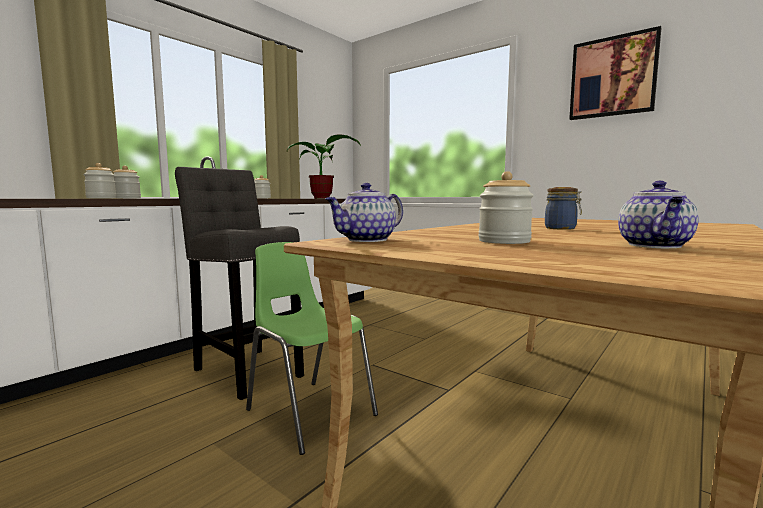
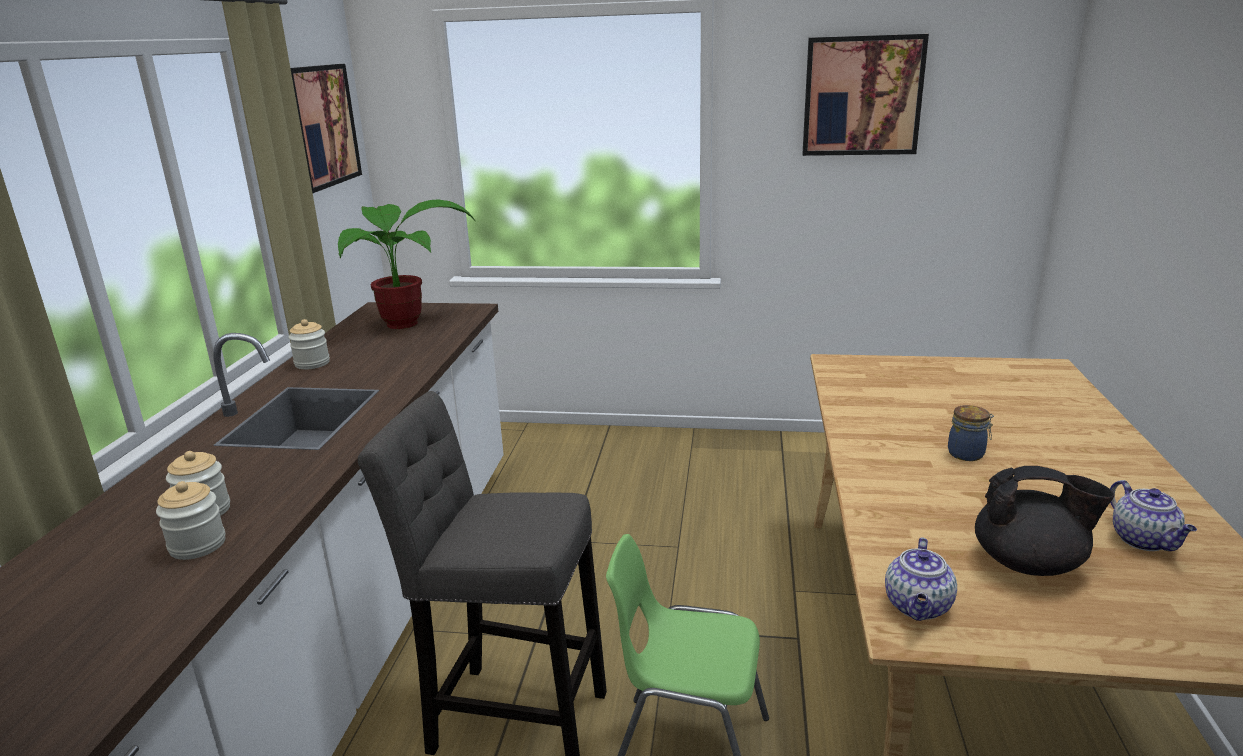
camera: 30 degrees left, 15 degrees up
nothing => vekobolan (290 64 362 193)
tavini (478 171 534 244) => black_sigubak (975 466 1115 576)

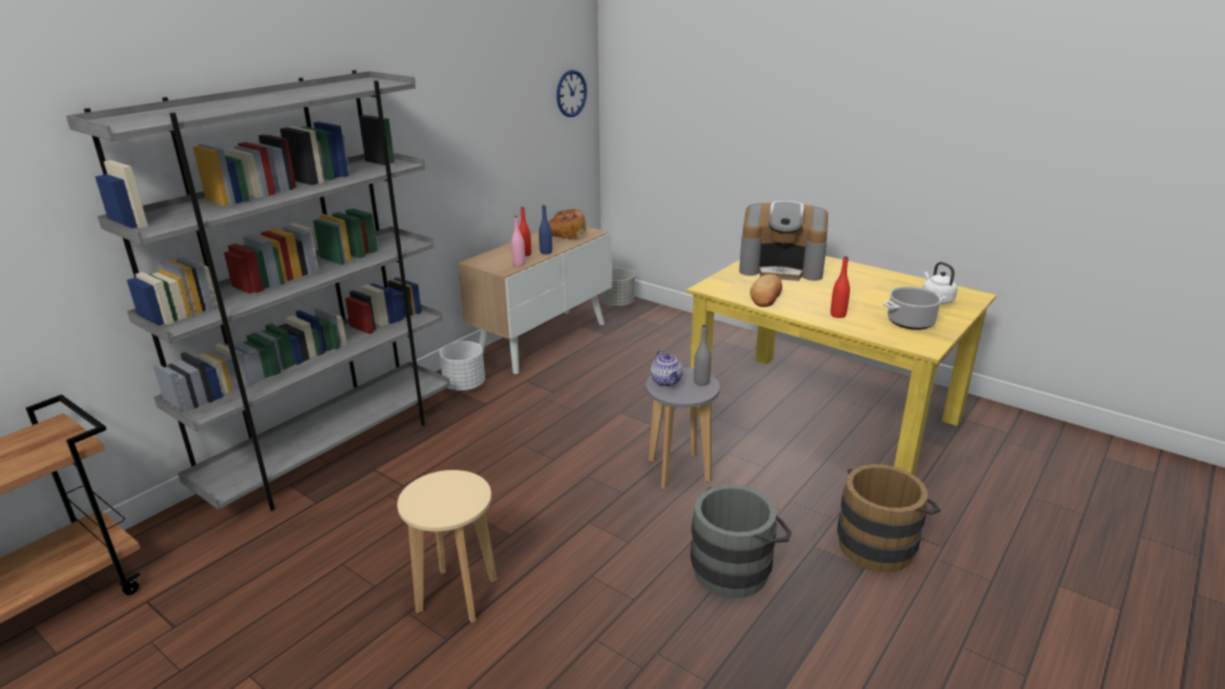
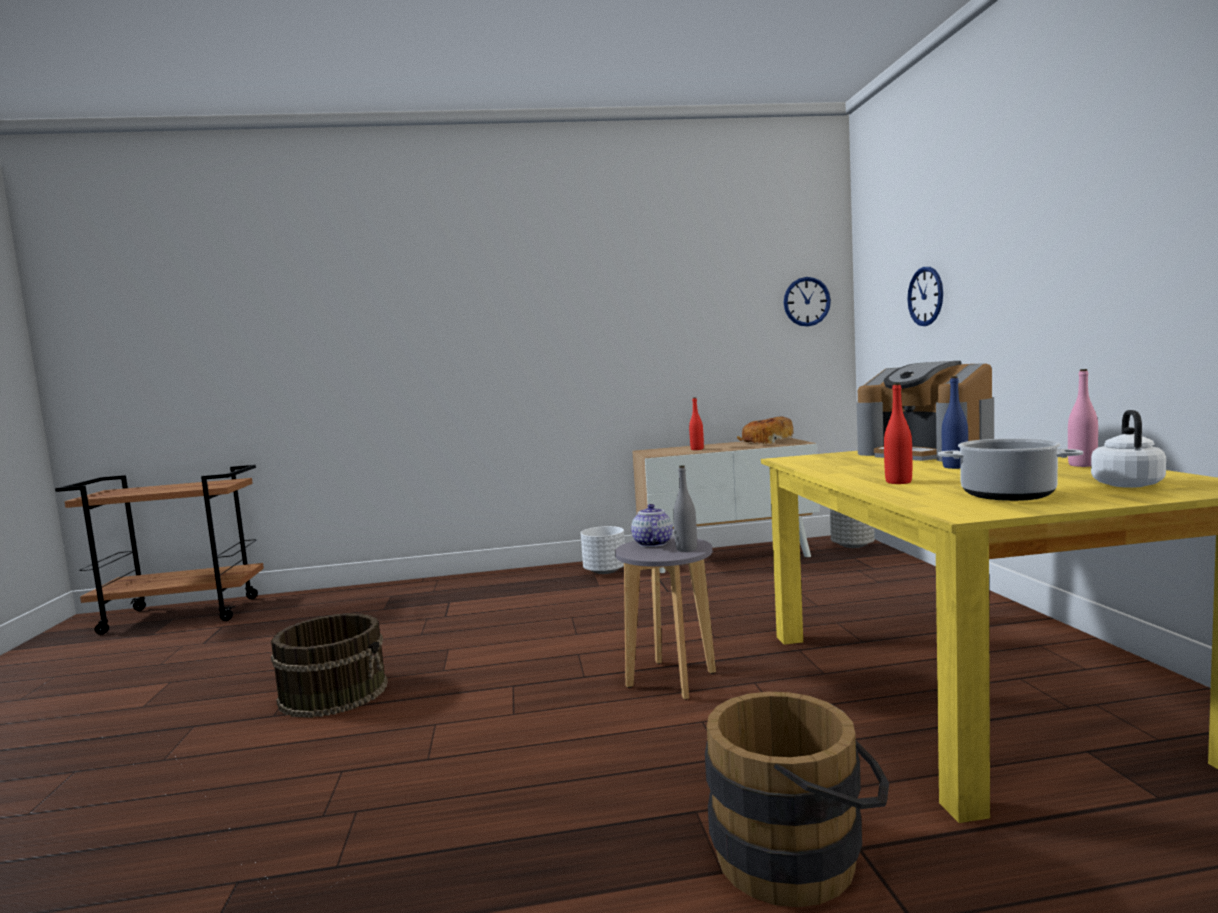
camera: 45 degrees right, 20 degrees down
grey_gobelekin (66 70 450 511) => nothing
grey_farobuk (690 485 792 598) => nothing
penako (750 274 782 307) => nothing
nothing => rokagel (907 267 943 326)
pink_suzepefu (511 216 525 267) => pink_suzepefu (1068 369 1098 467), move
blue_suzepefu (539 205 552 254) => blue_suzepefu (942 376 968 469), move
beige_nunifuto (397 470 497 623) => brown_farobuk (271 614 388 718)
sigubak (651 350 683 387) => sigubak (631 504 673 547), 150 degrees clockwise

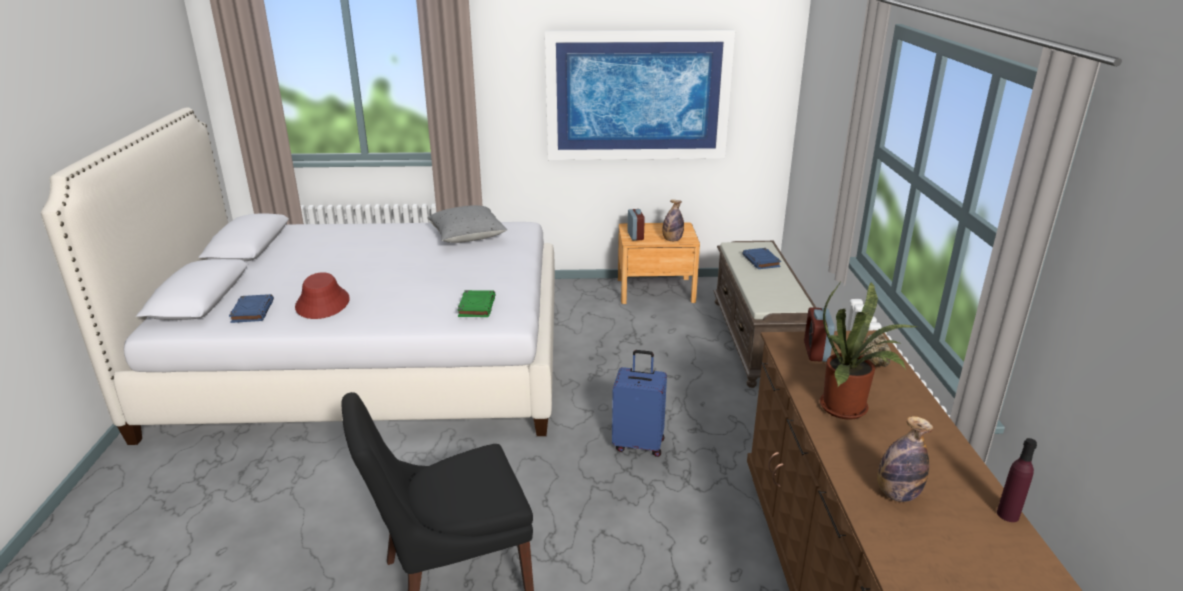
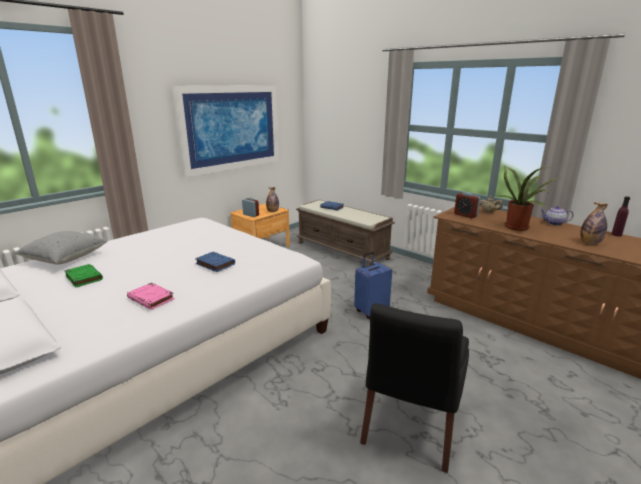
camera: 45 degrees left, 5 degrees down
nothing => sigubak (541 206 574 225)
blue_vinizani (229 294 274 323) => blue_vinizani (195 252 235 272), move
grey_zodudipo (427 205 508 243) => grey_zodudipo (15 231 108 265), move
green_vinizani (457 290 495 317) => green_vinizani (65 264 103 288), move
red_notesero (295 272 350 319) => pink_vinizani (127 283 175 310)

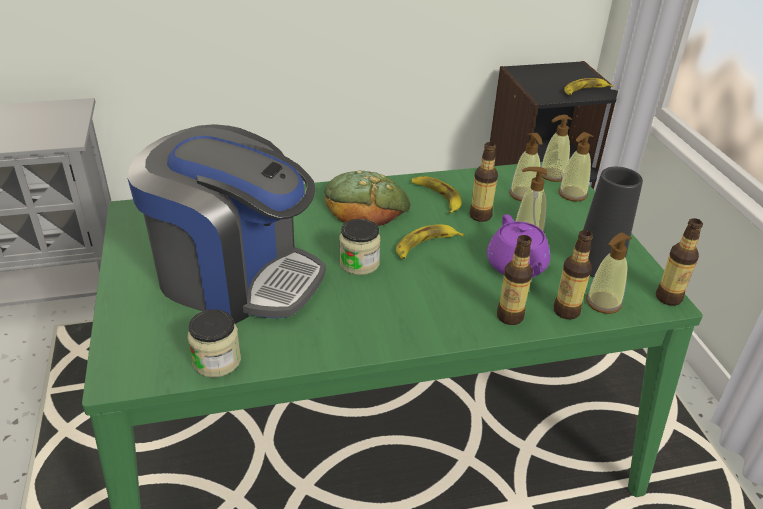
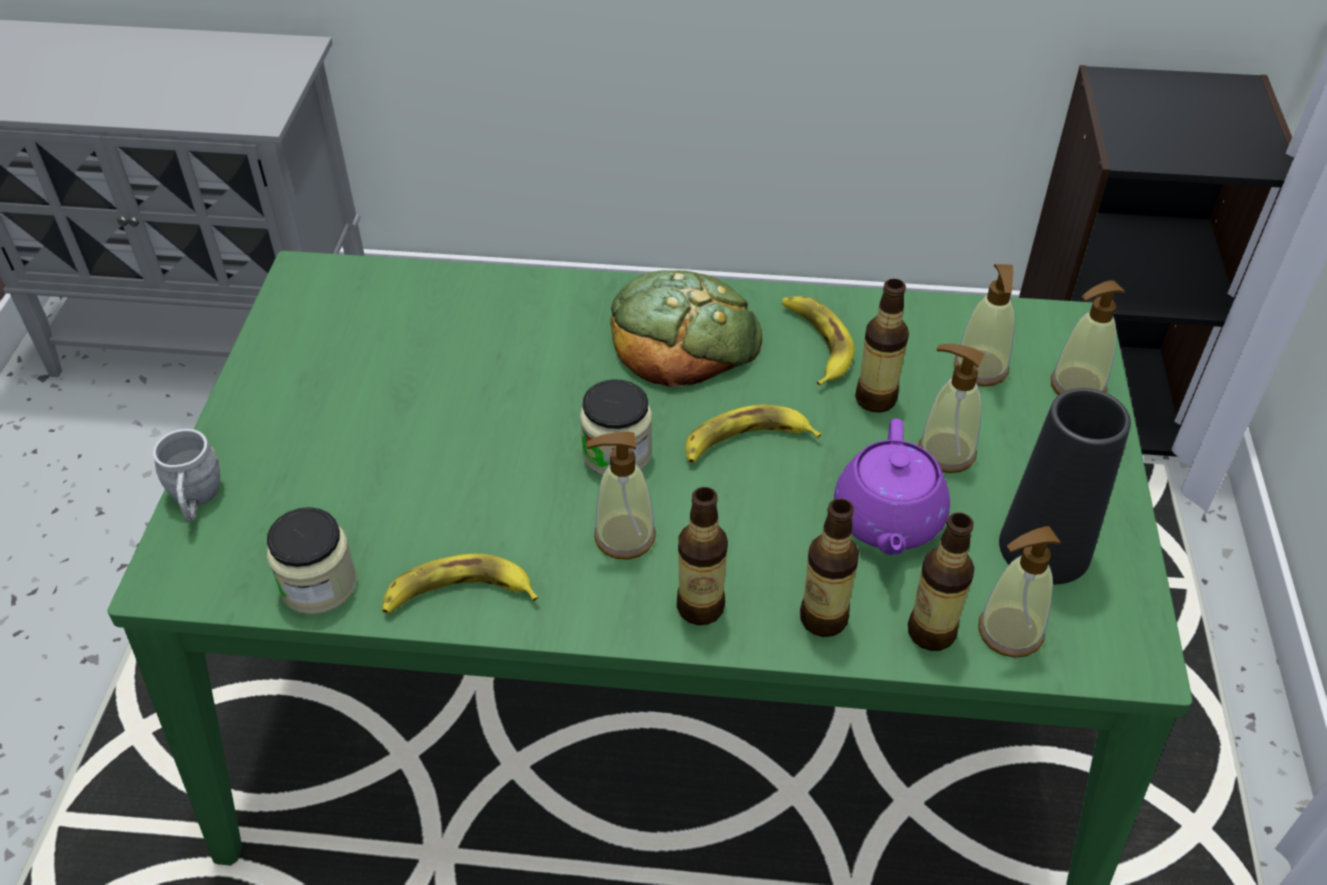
camera: 20 degrees right, 10 degrees up
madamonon (127 124 326 324) => nothing
nothing => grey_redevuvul (153 429 220 522)
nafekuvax (541 115 572 182) => nafekuvax (586 431 656 560), move
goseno (564 78 614 95) => goseno (382 554 539 614), move
suzepefu (656 218 703 306) => suzepefu (677 487 728 625), move

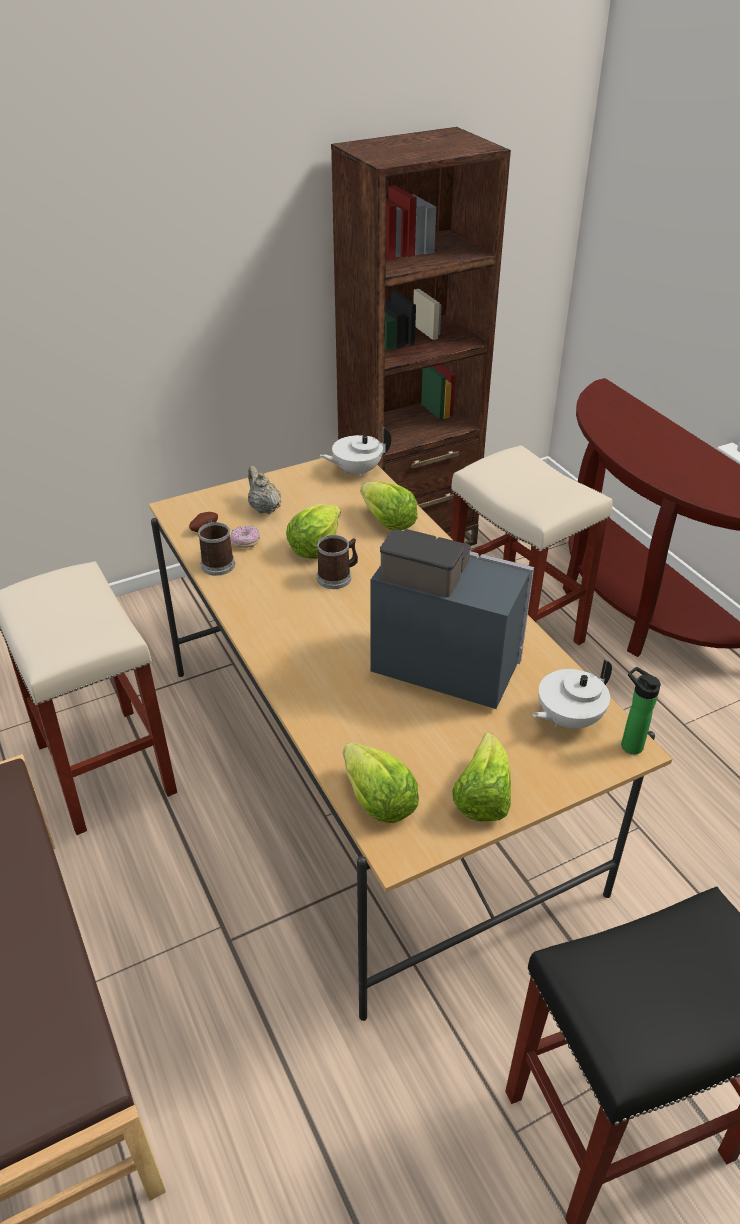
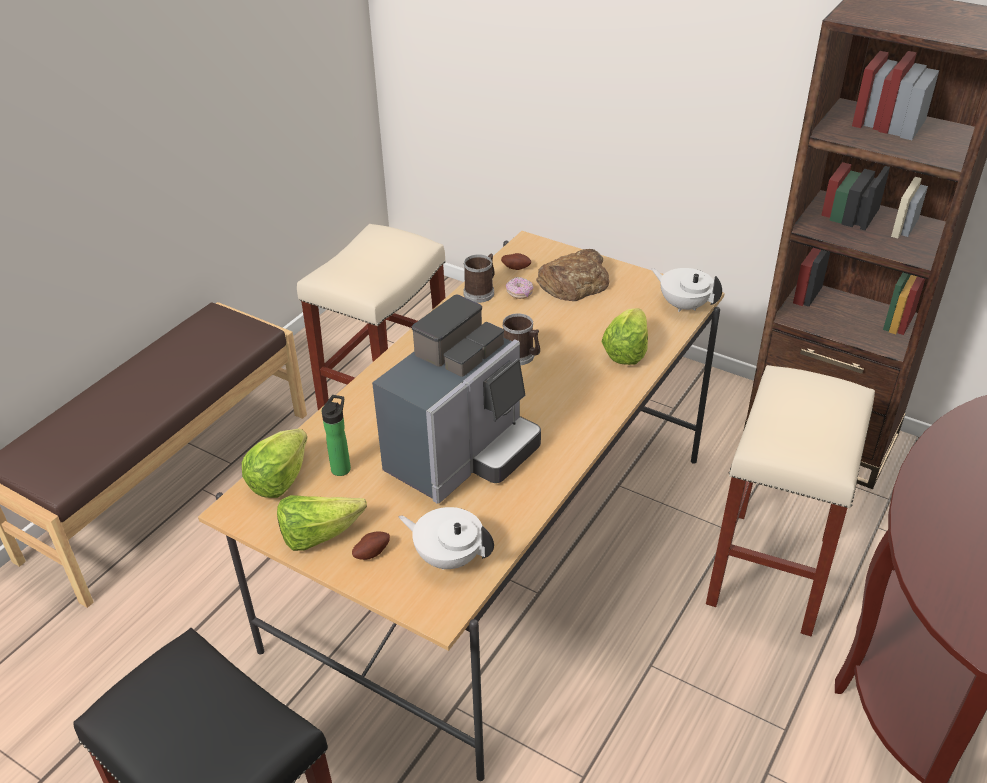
camera: 60 degrees right, 0 degrees up
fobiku (286 504 341 559) => nothing
nothing => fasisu (352 531 390 560)
suzepefu (621 667 661 754) => suzepefu (322 395 351 476), move
beige_sigubak (248 466 281 514) => penako (536 249 609 301)
madamonon (371 529 534 709) => madamonon (372 294 541 504), 45 degrees clockwise

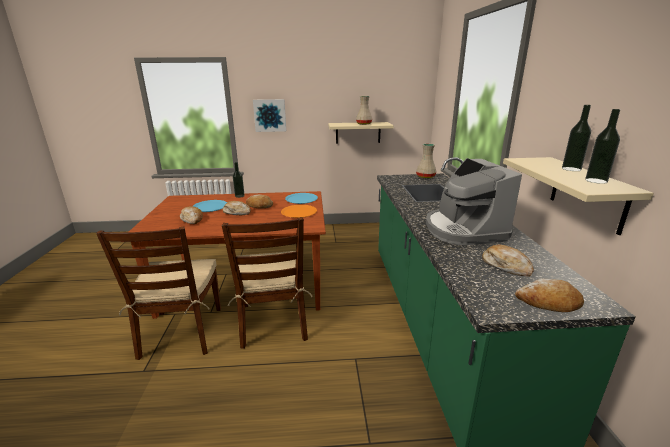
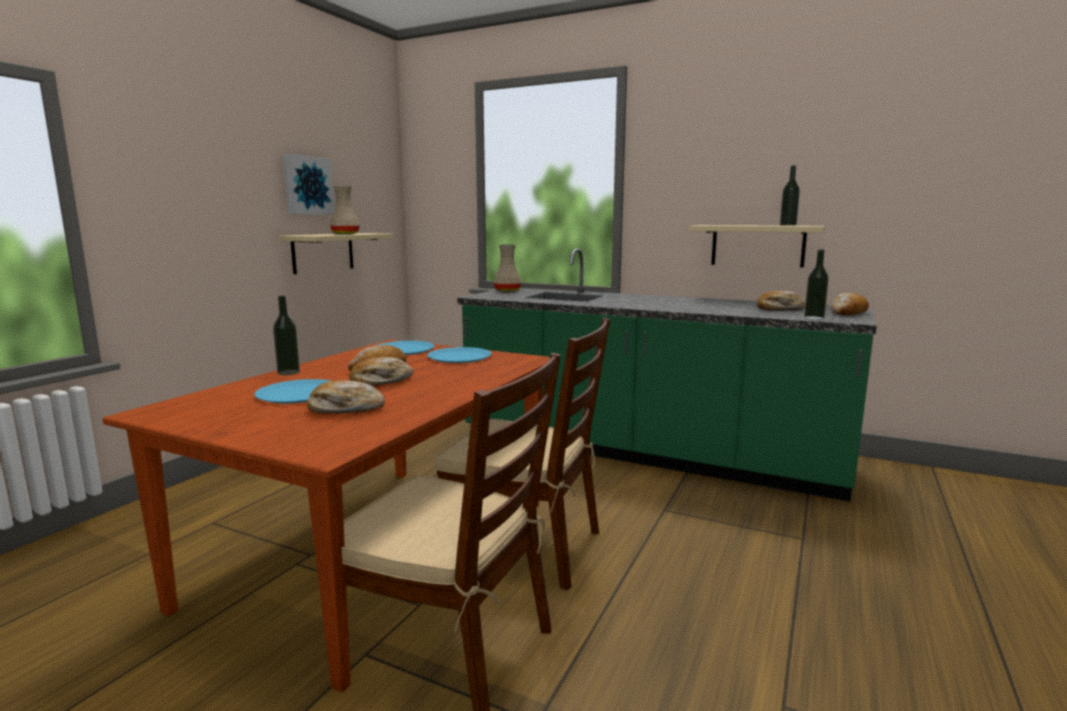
camera: 60 degrees left, 10 degrees down
madamonon (426 158 522 245) => nothing
vekobolan (253 99 286 132) => vekobolan (283 154 335 214), move
suzepefu (562 105 591 171) => suzepefu (804 249 829 320), move
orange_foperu (281 205 317 218) => blue_foperu (427 347 492 363)

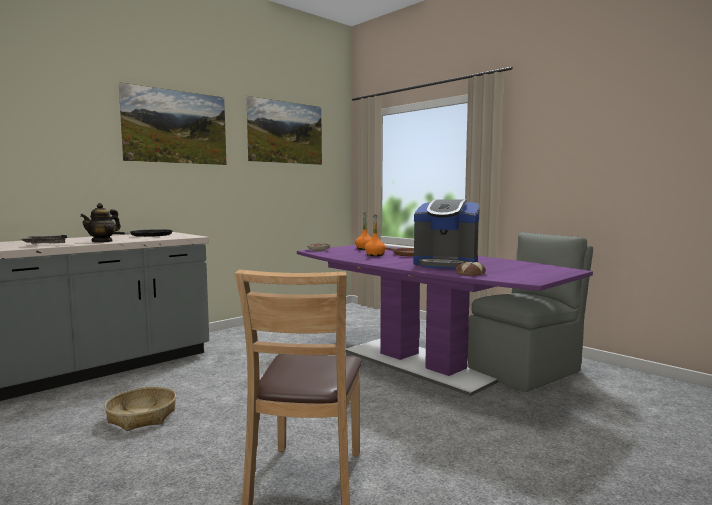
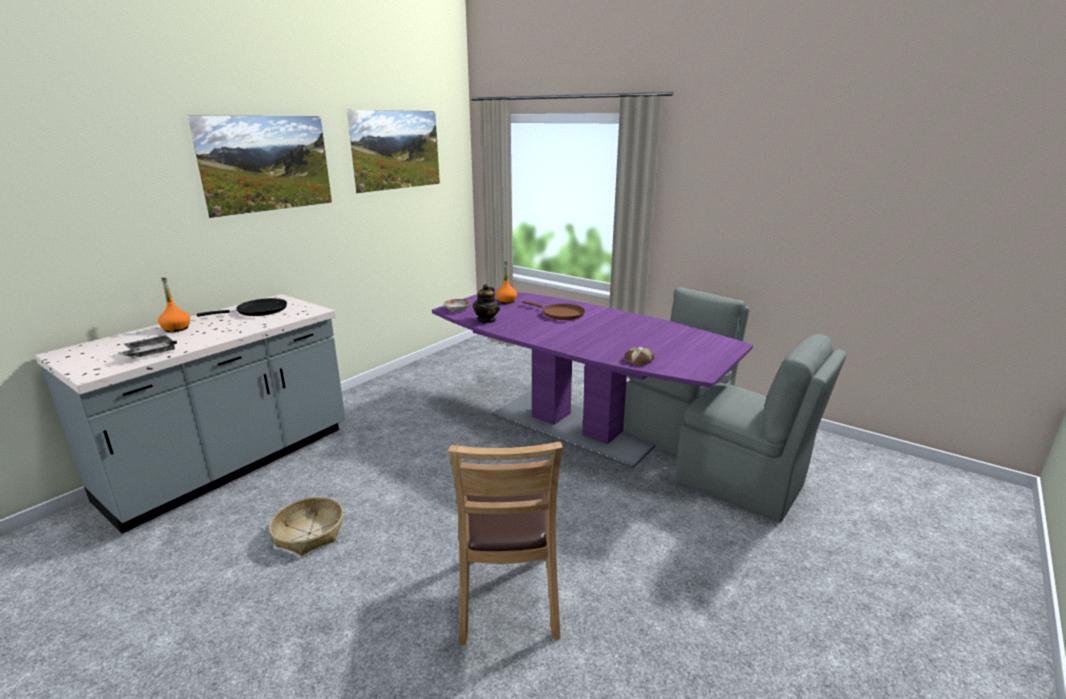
camera: 10 degrees left, 15 degrees up
madamonon (413 199 480 269) => nothing
nothing => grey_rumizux (676 334 847 522)
sigubak (80 203 121 243) => sigubak (473 284 500 323), move
orange_suzepefu (365 215 386 256) => orange_suzepefu (158 277 190 332), move

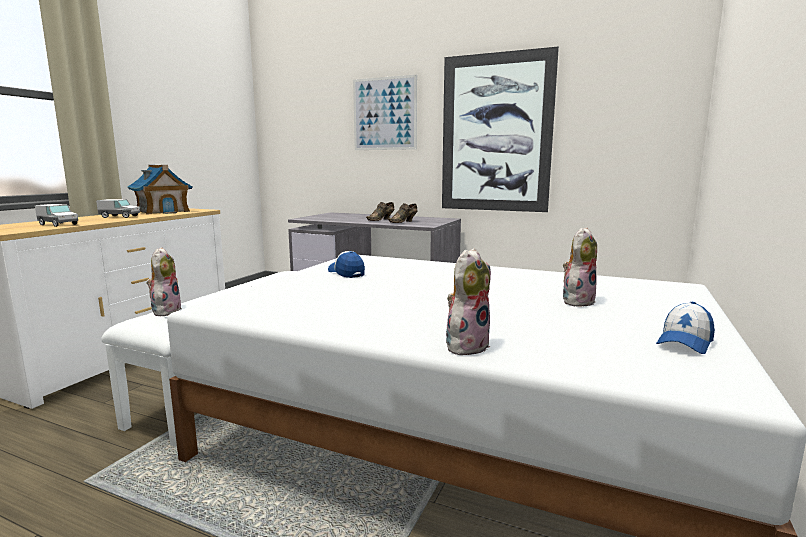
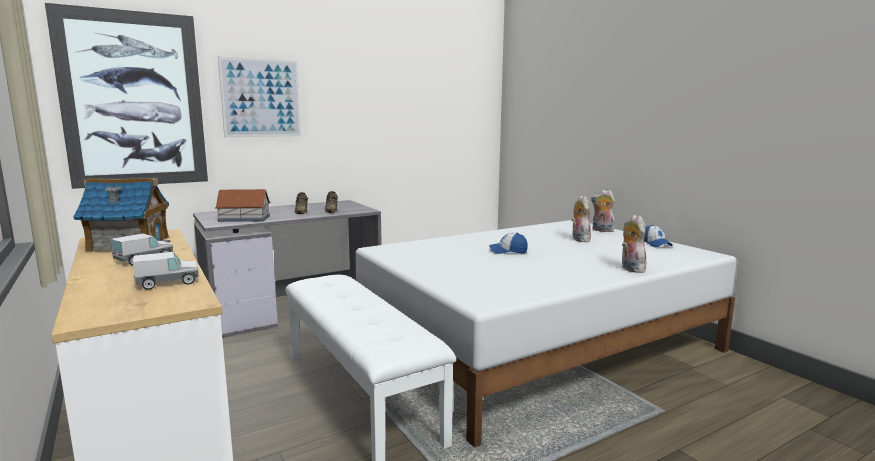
camera: 55 degrees left, 0 degrees up
nothing => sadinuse (215 189 271 222)
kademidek (146 247 182 316) => kademidek (591 190 615 232), move
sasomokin (328 251 365 278) => sasomokin (489 233 528 254), move
vekobolan (442 47 559 212) => vekobolan (45 3 208 189), move

